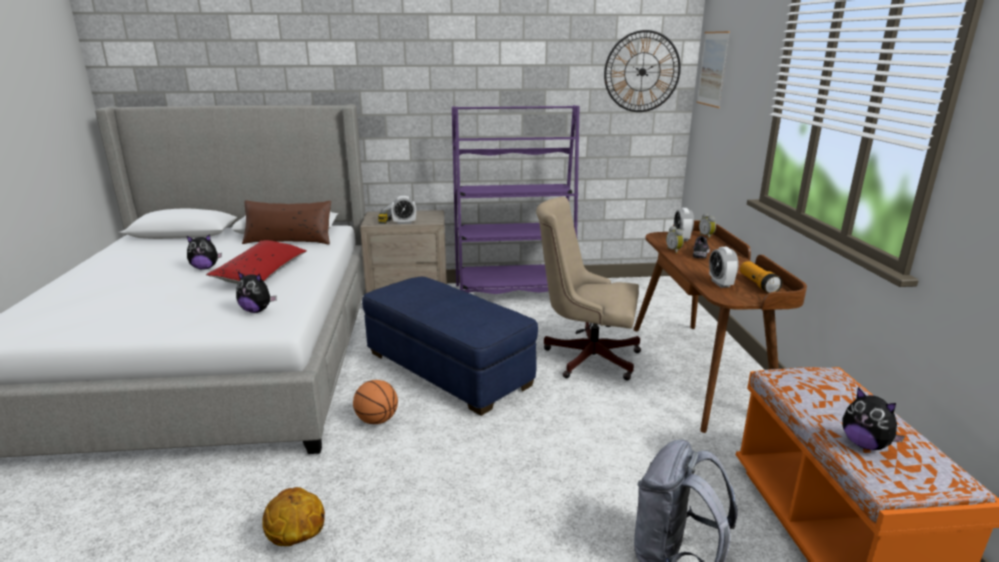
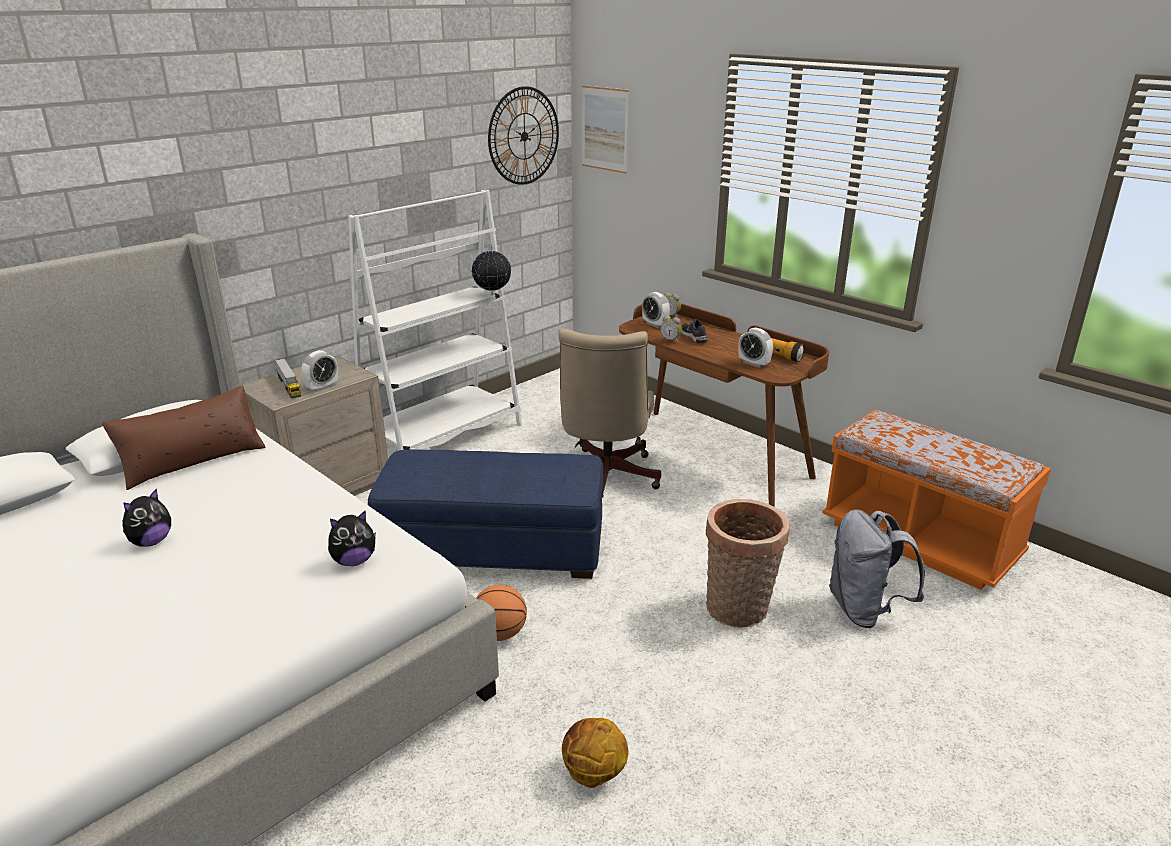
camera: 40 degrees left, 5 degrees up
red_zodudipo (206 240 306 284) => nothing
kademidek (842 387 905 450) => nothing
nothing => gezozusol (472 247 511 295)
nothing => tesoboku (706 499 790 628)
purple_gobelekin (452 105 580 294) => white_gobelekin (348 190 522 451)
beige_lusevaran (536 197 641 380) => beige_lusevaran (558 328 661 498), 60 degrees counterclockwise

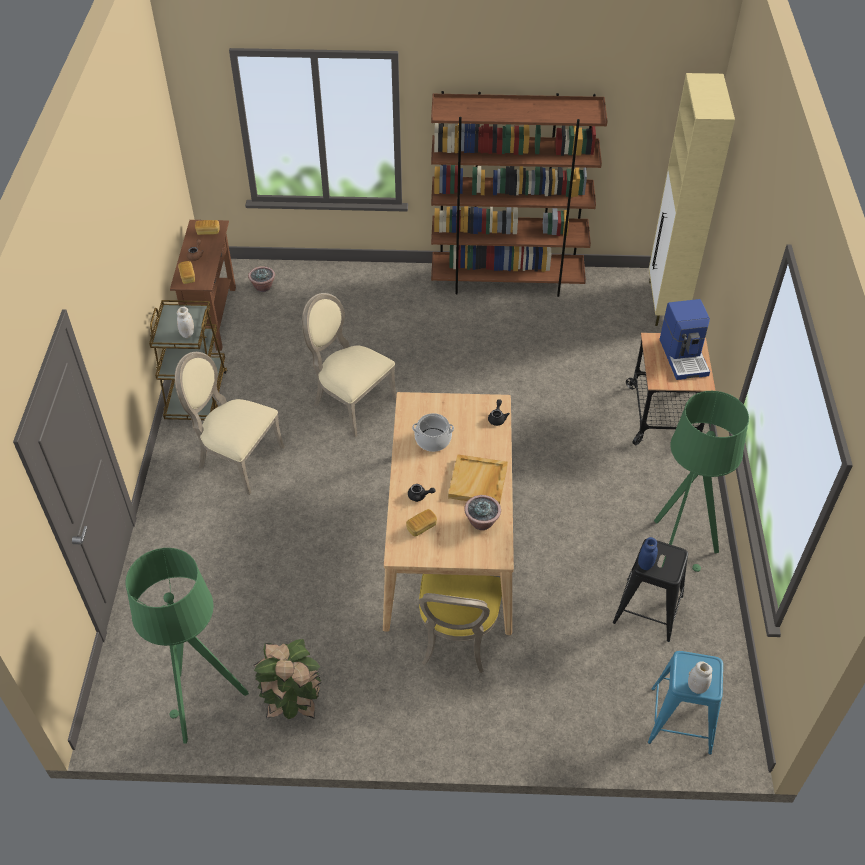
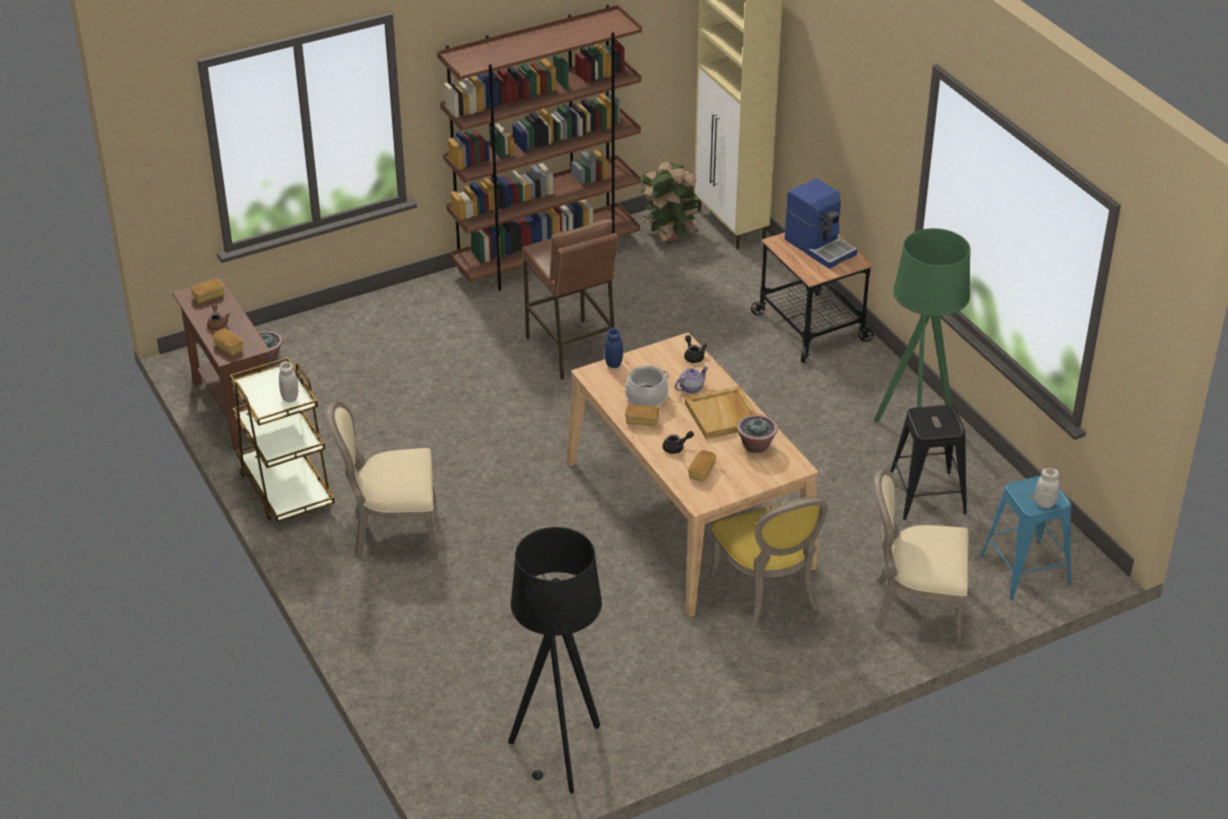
camera: 30 degrees left, 10 degrees down
nothing => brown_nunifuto (522 219 618 380)
nothing => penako (625 405 659 426)
nothing => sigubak (675 366 709 394)
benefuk (254 639 322 719) => benefuk (640 161 699 243), move
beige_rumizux (302 293 397 438) => beige_rumizux (873 468 969 644), move
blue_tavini (638 537 658 570) => blue_tavini (605 328 623 368), move
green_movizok (125 548 249 744) => black_movizok (508 527 602 794)

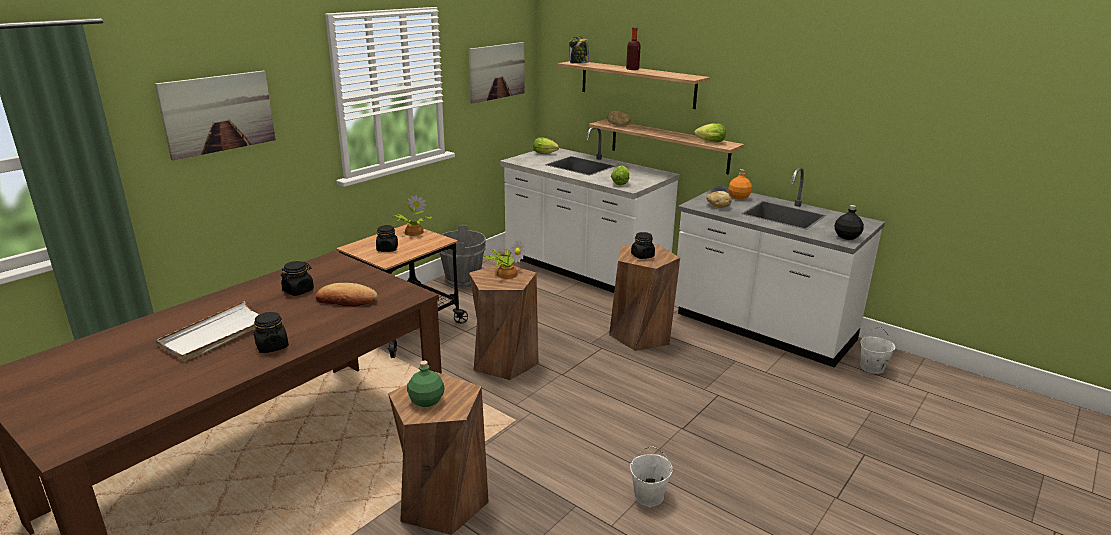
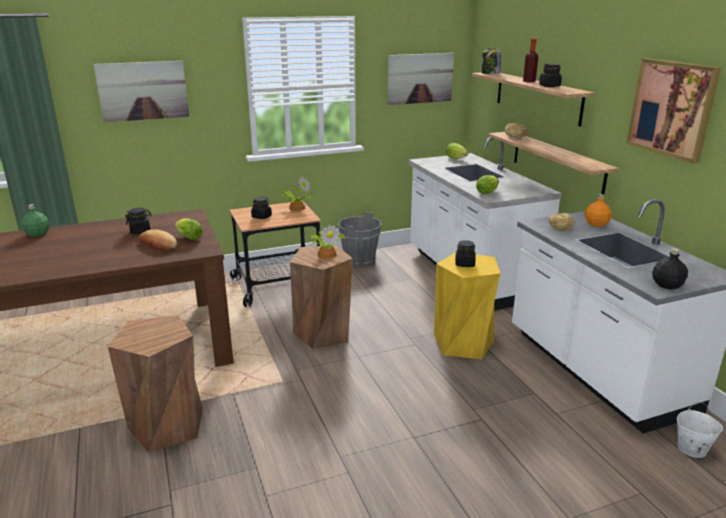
camera: 30 degrees right, 0 degrees up
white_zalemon (156 301 259 361) => nothing
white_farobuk (630 446 673 507) => nothing
nothing => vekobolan (626 58 721 164)
black_tavini (254 312 289 353) => black_tavini (539 63 562 87), move
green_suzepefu (407 361 445 407) => green_suzepefu (22 204 49 237), move
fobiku (694 123 726 143) => fobiku (175 218 203 240), move
brown_nunifuto (609 244 680 351) => yellow_nunifuto (434 252 501 359)

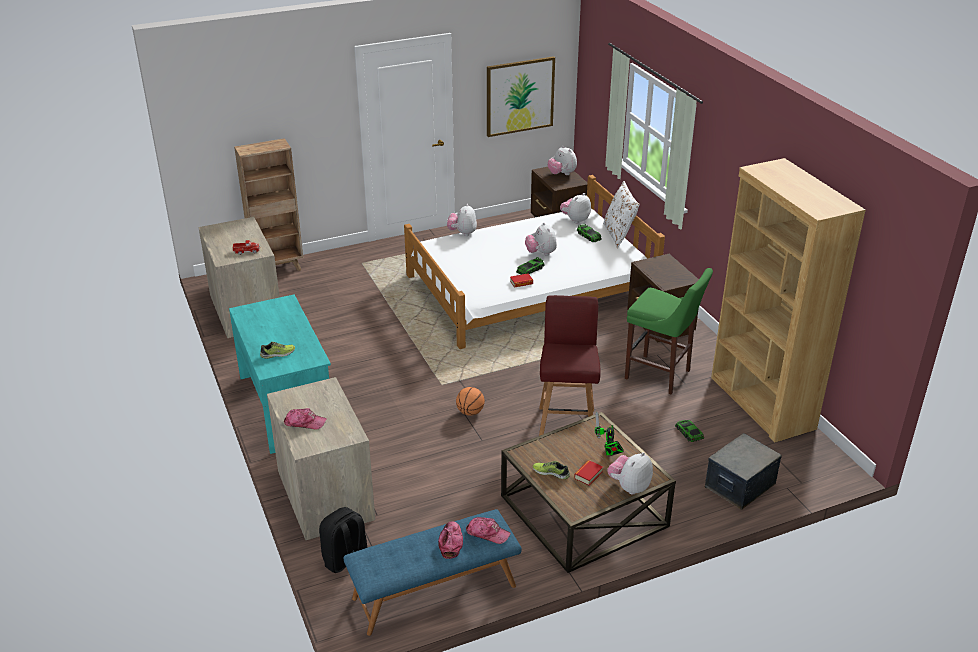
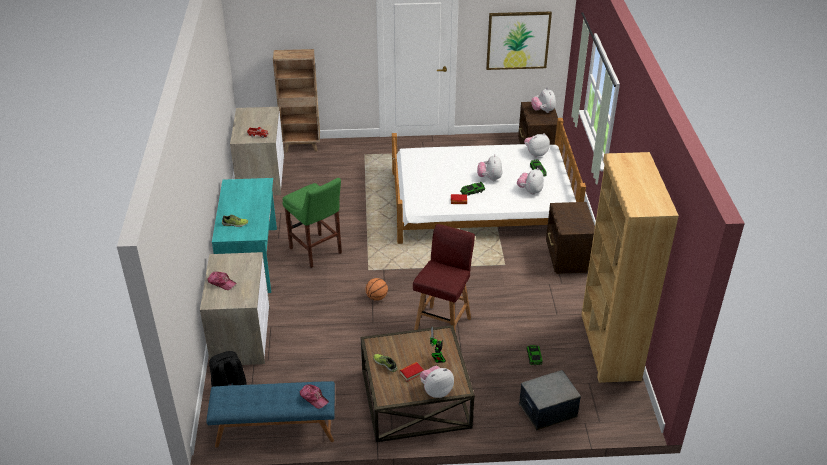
camera: 20 degrees right, 5 degrees up
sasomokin (438 521 463 559) => nothing
white_zodudipo (603 181 640 248) => nothing
kademidek (447 204 477 236) => kademidek (517 168 544 195), move
green_nunifuto (625 268 713 394) => green_nunifuto (282 178 342 268), move

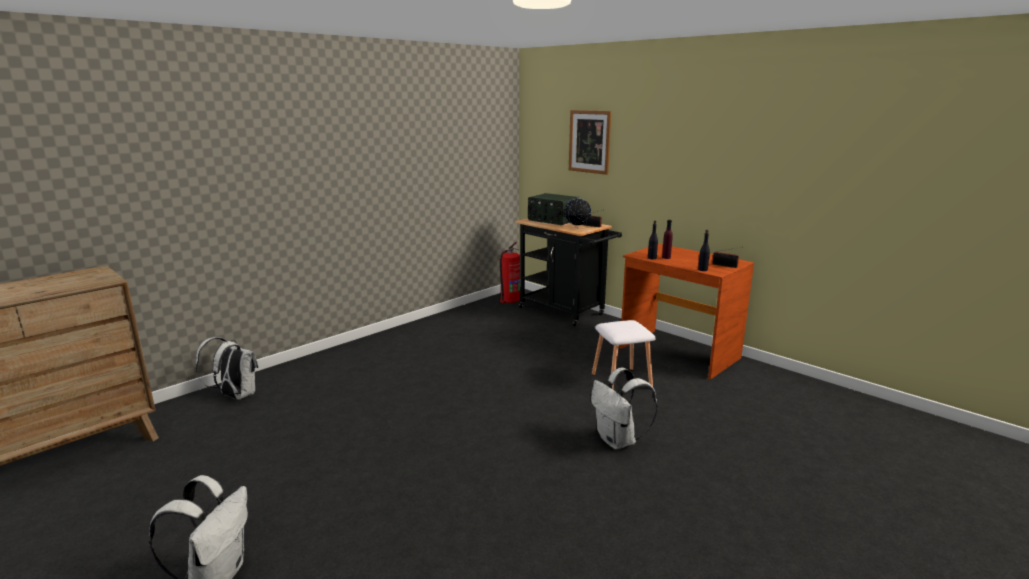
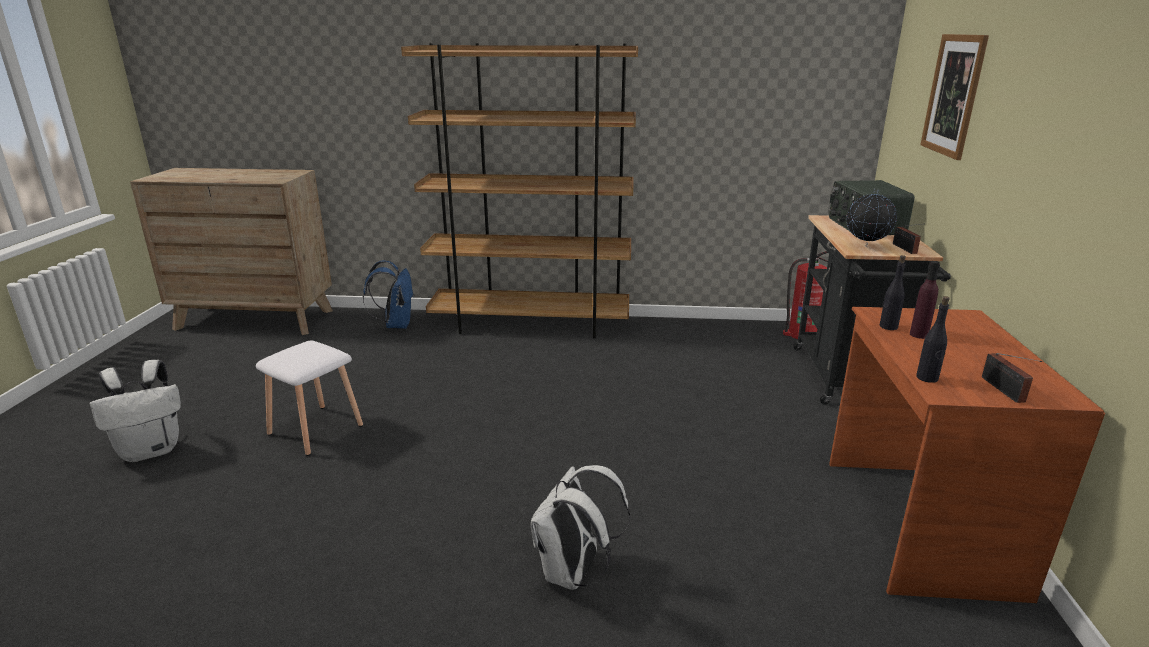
camera: 50 degrees right, 5 degrees up
nothing => brown_gobelekin (401 43 638 339)
white_nunifuto (592 320 656 389) => white_nunifuto (256 340 363 456), move
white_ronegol (195 337 258 400) => blue_ronegol (363 260 414 329)

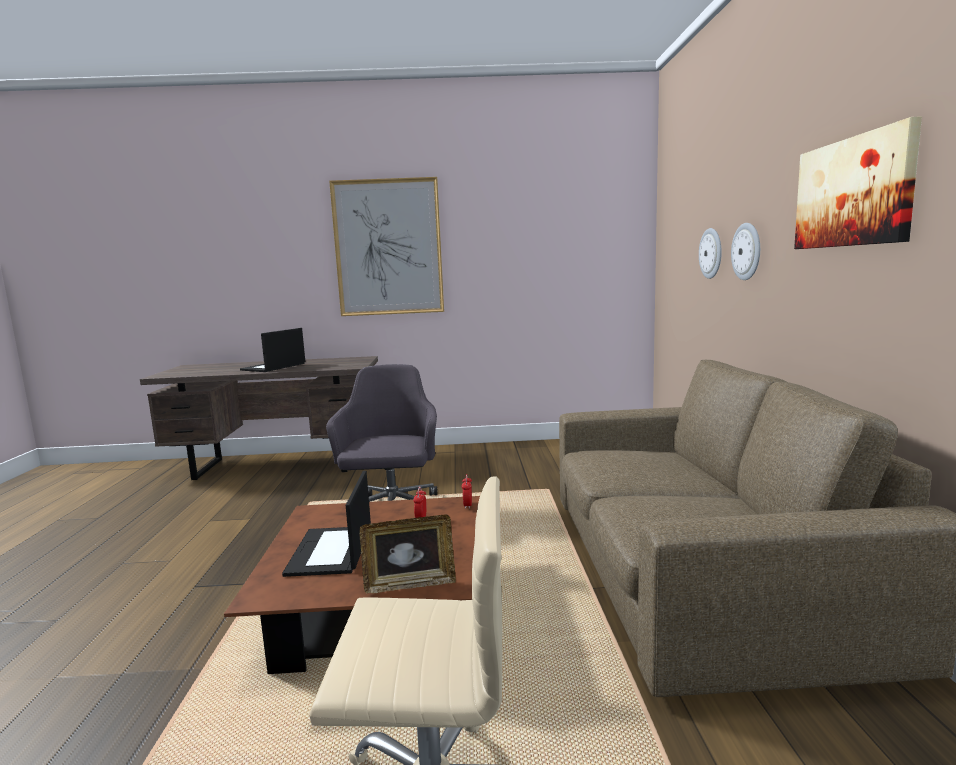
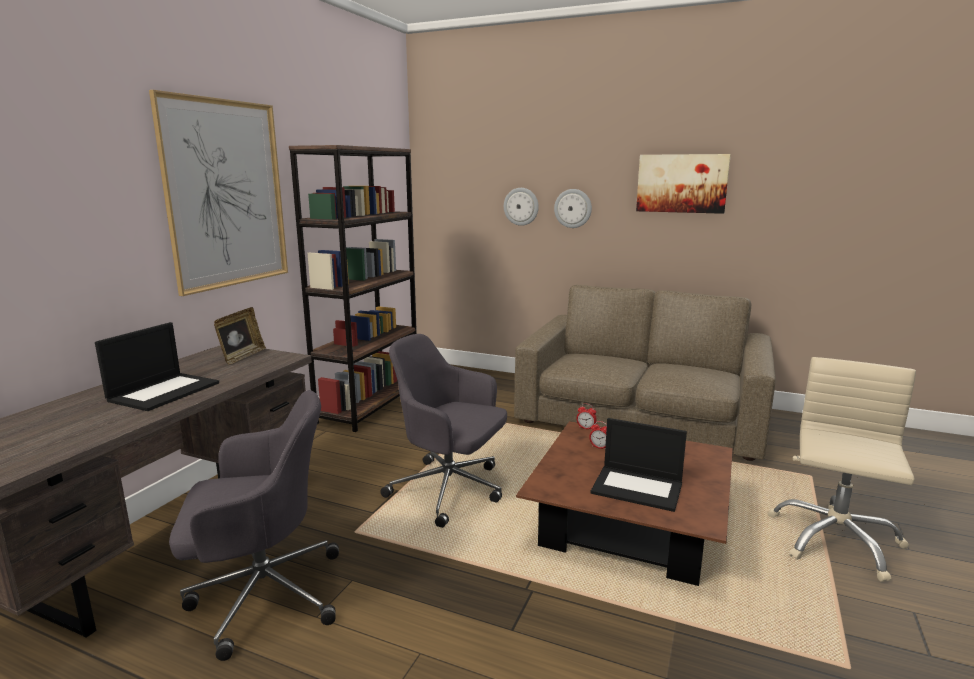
camera: 65 degrees left, 5 degrees up
nothing => grey_lusevaran (169 390 339 661)
nothing => brown_gobelekin (289 145 417 432)
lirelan (359 515 456 593) => lirelan (214 307 266 364), move
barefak (240 328 305 372) => barefak (95 322 219 411), 120 degrees counterclockwise

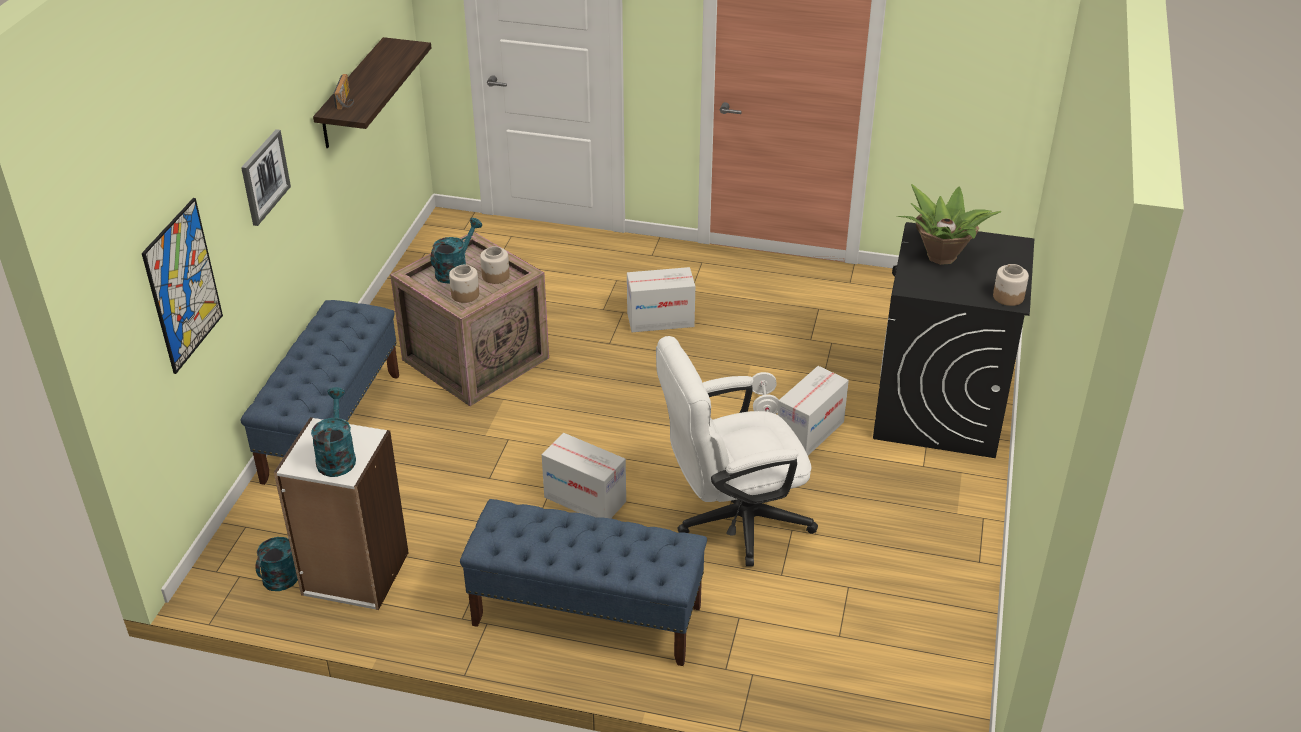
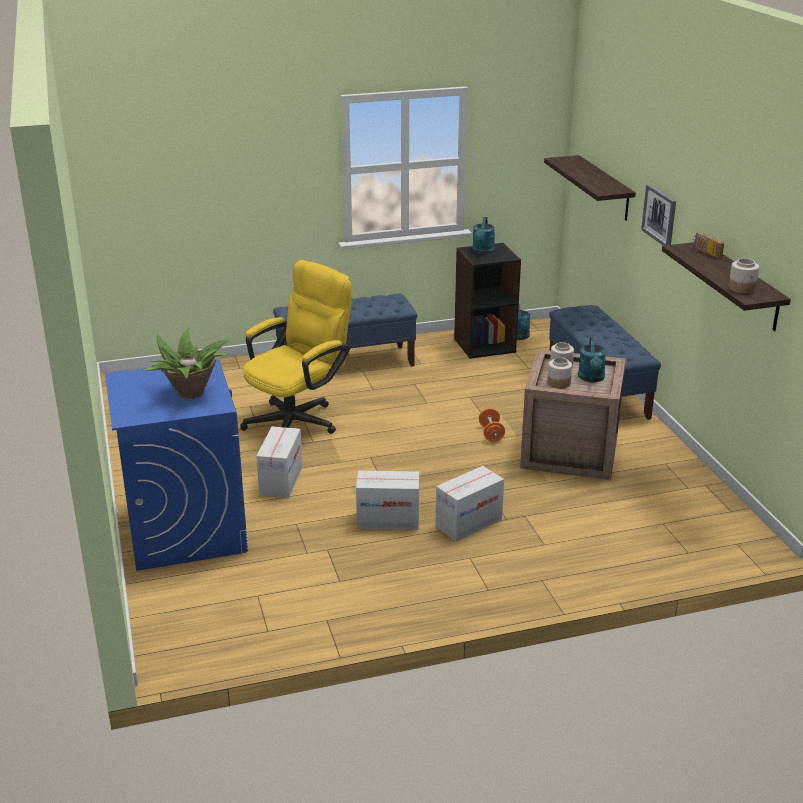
camera: 150 degrees right, 10 degrees down
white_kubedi (752 372 779 414) => nothing
nothing => orange_kubedi (479 408 505 442)
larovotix (542 433 626 519) => larovotix (356 471 419 530), move
tavini (993 264 1029 306) => tavini (729 258 759 293), move
vekobolan (142 198 223 374) => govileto (544 155 636 221)
white_gobelekin (274 417 409 610) => black_gobelekin (454 243 521 359)
white_lusevaran (656 336 818 567) => yellow_lusevaran (240 260 352 434)
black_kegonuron (873 222 1034 458) => blue_kegonuron (105 359 248 571)
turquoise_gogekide (311 387 356 477) => turquoise_gogekide (472 217 495 255), 45 degrees clockwise

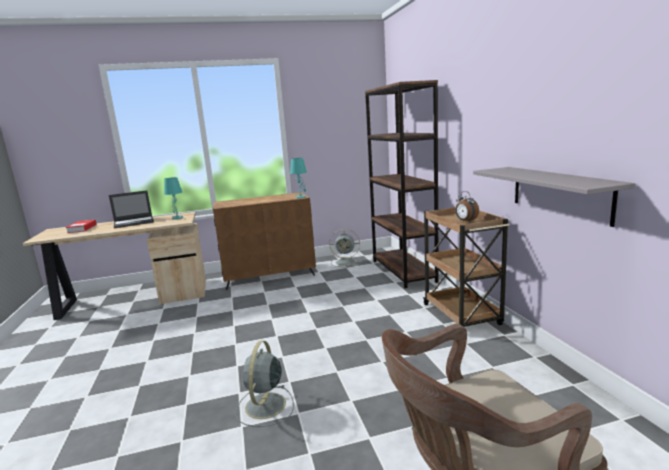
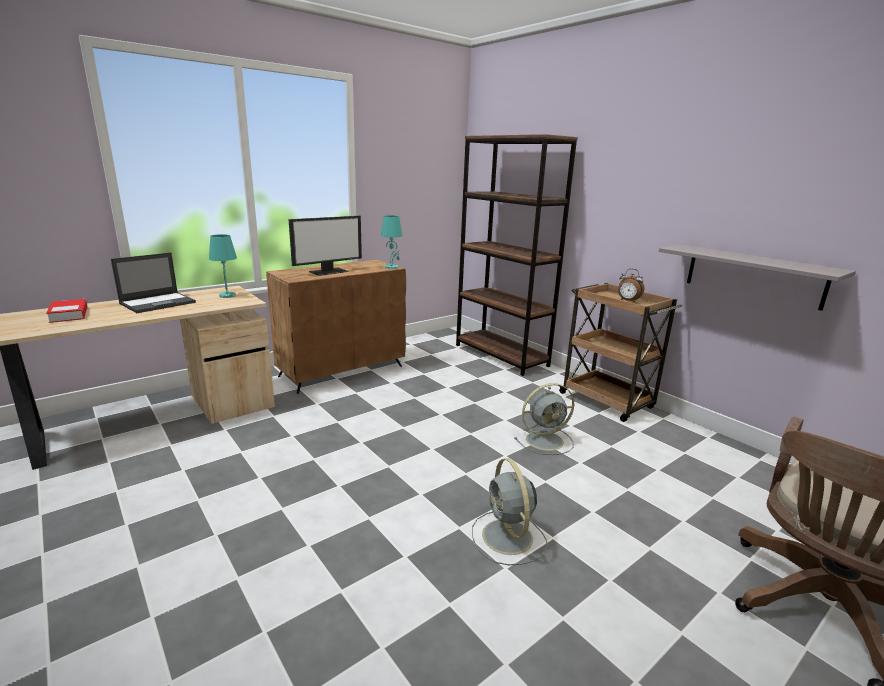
camera: 25 degrees left, 5 degrees up
nothing => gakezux (289 216 362 276)
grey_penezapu (329 229 361 267) => grey_penezapu (514 383 574 455), move

